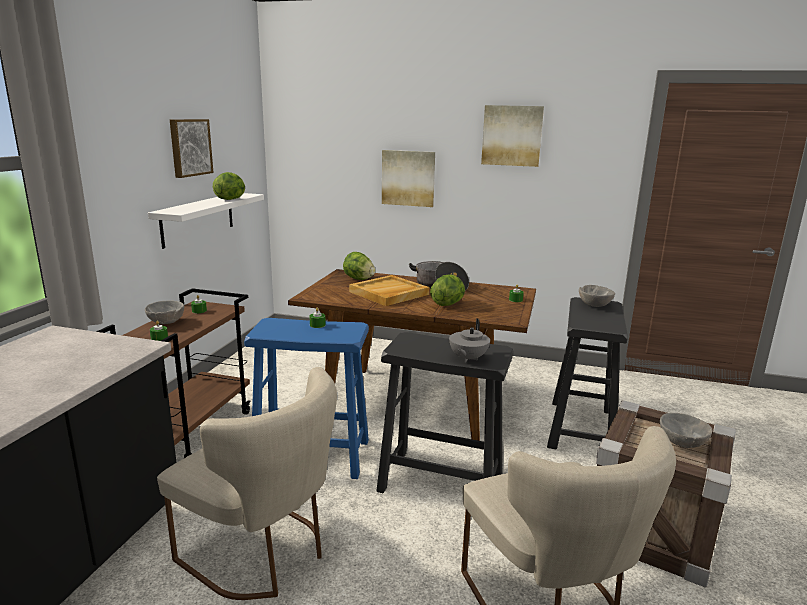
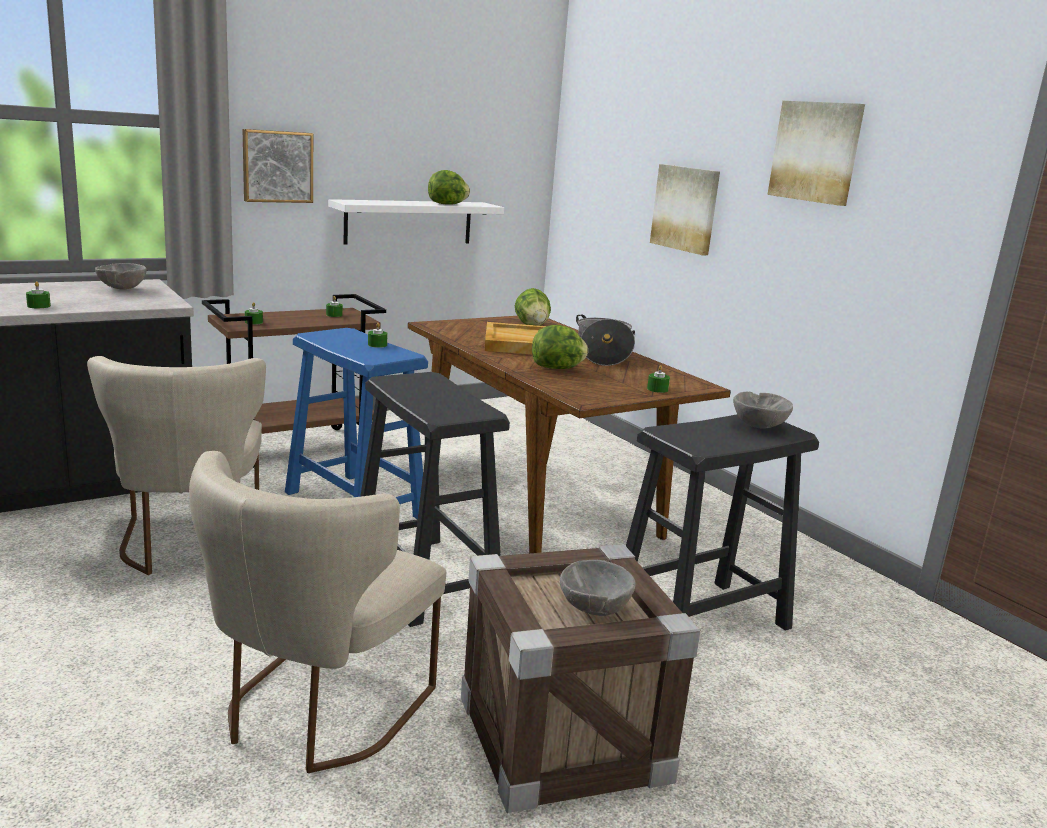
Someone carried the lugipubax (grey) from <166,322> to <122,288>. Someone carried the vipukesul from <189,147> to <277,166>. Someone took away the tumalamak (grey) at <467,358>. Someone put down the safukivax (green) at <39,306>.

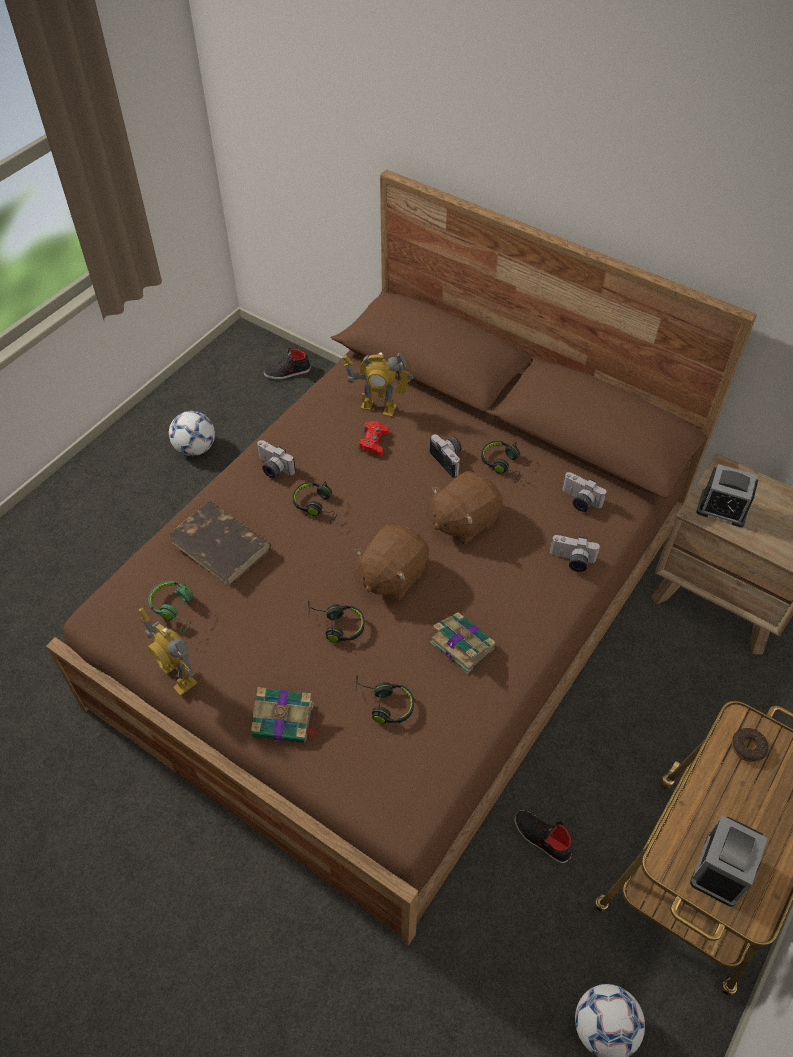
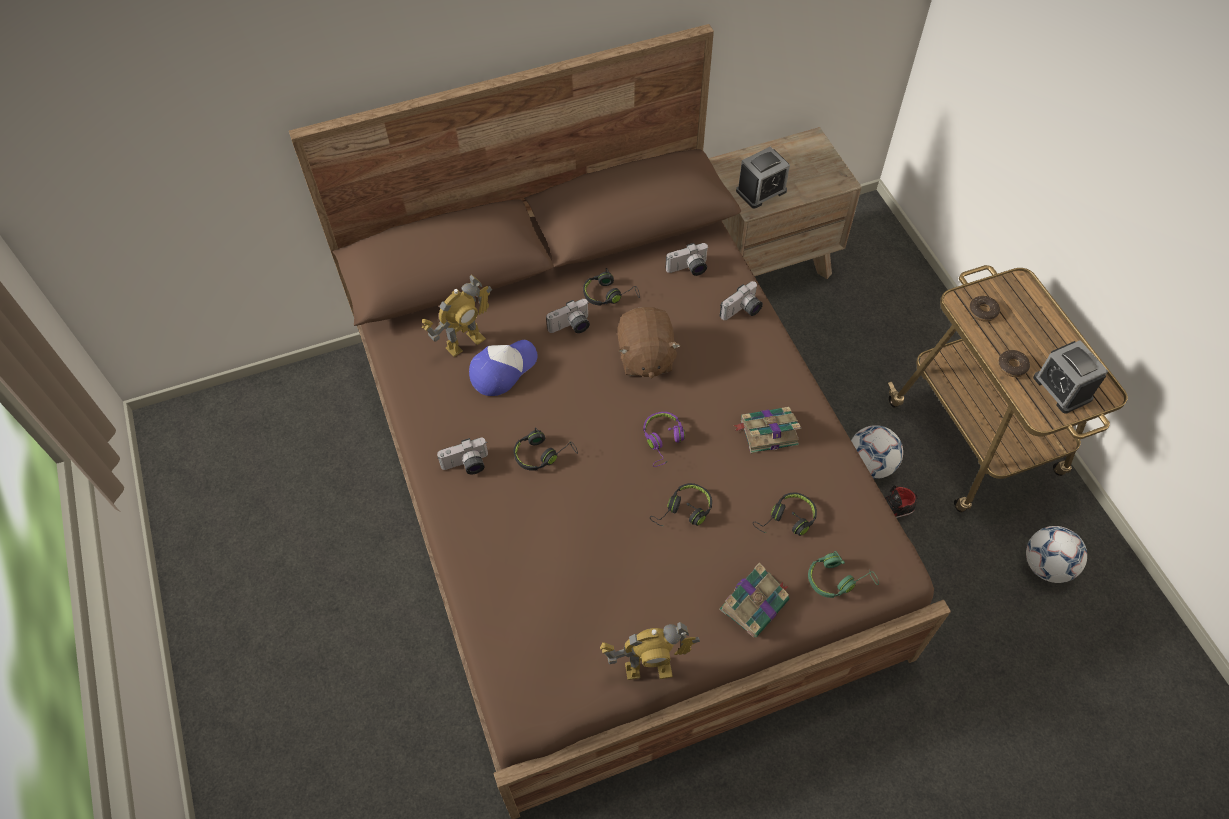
Someone carried the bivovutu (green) from <175,609> to <838,579>. Someone took away the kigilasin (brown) at <221,546>. Someone carried the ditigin from <195,448> to <870,465>. Someone took away the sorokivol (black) at <287,372>. Someone swapped the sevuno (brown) at <391,575> for the bivovutu (purple) at <663,441>. Someone swapped the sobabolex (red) at <374,442> for the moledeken at <503,369>. Someone rotated the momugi at <449,459> by 150 degrees clockwise. Someone put down the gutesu at <1012,366>.

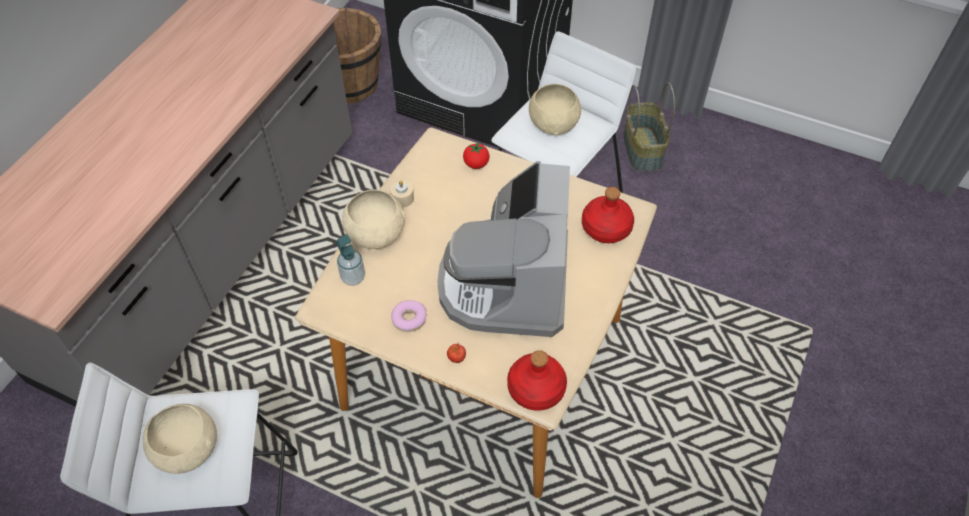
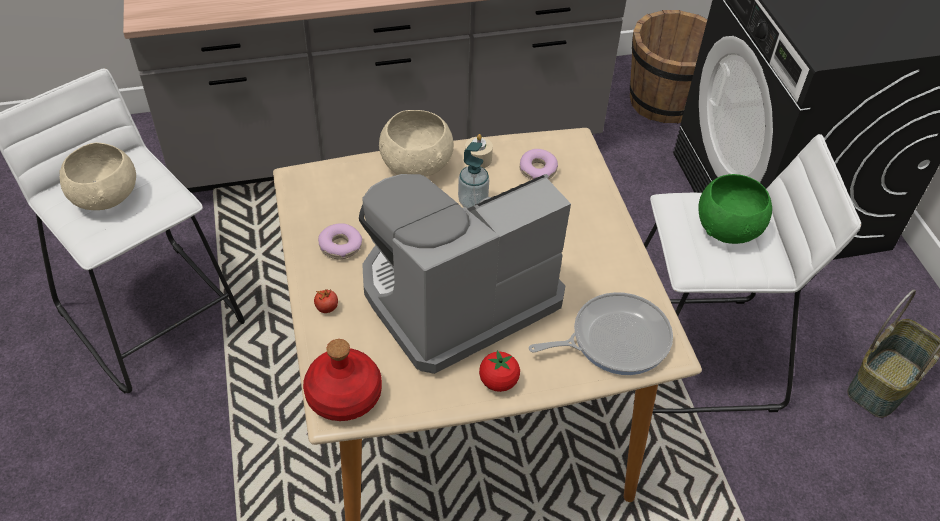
Someone carried the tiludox from <353,277> to <472,202>. Someone carried the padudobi from <476,164> to <498,381>. Someone repainted the lugipubax (beige) at <553,124>, which became the lugipubax (green) at <728,228>. Someone swapped the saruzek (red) at <605,228> for the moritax at <614,339>. Someone put down the gutesu at <537,170>.

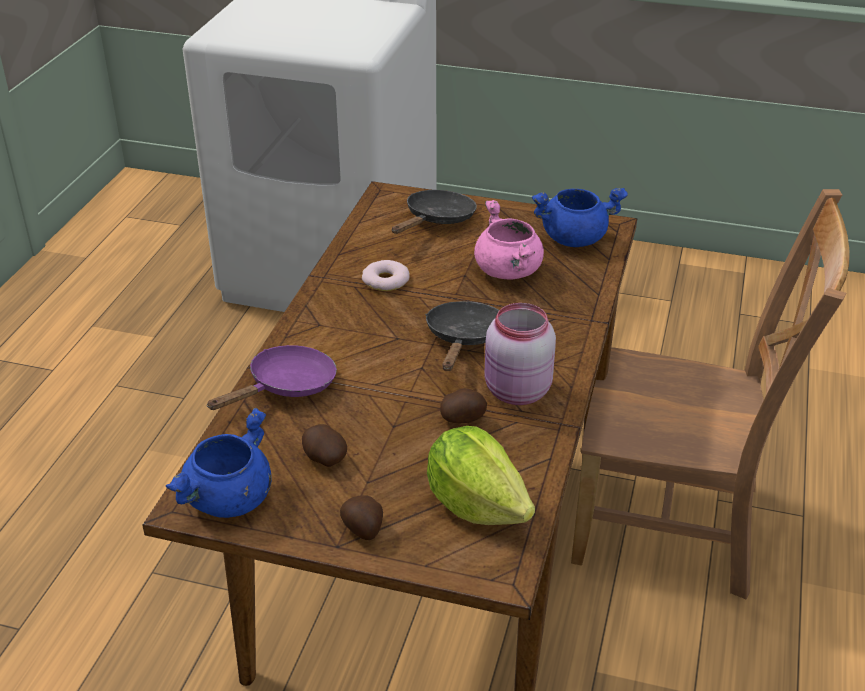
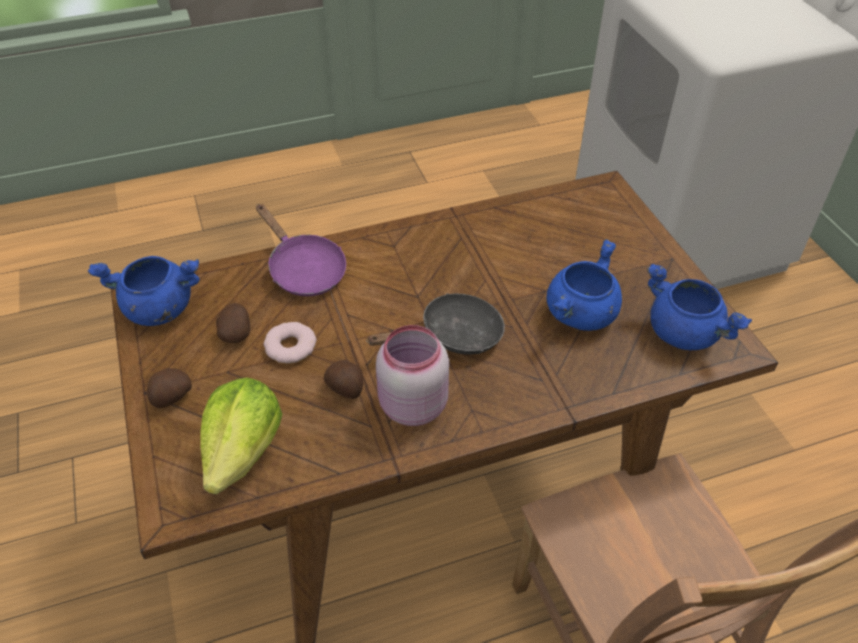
Someone rotated the moritax (purple) at <286,387> by 45 degrees clockwise. Someone carried the gutesu from <385,280> to <290,347>. Someone took away the moritax (black) at <437,220>. Someone repainted the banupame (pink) at <509,271>, which became the banupame (blue) at <581,315>.

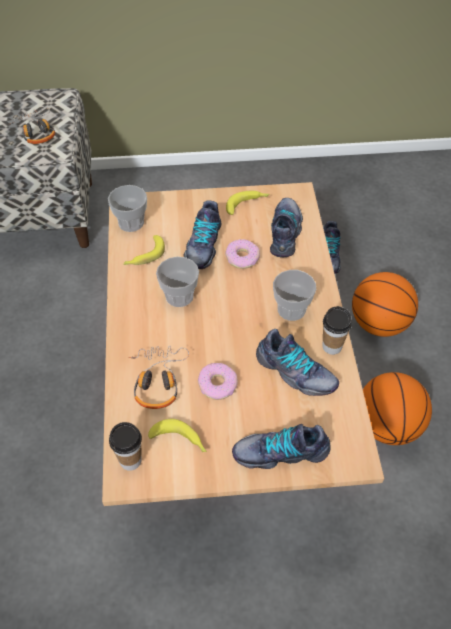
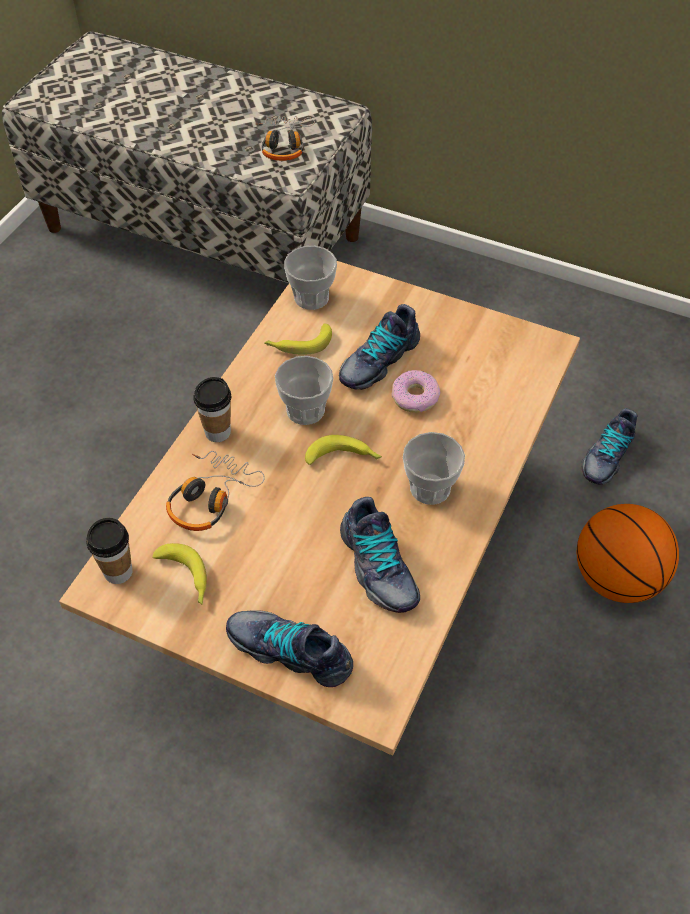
Someone took away the gutesu at <217,384>. Someone carried the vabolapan from <247,204> to <344,458>. Someone took away the sorokivol at <285,232>. Someone carried the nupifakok from <332,346> to <217,432>. Someone took away the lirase at <387,425>.

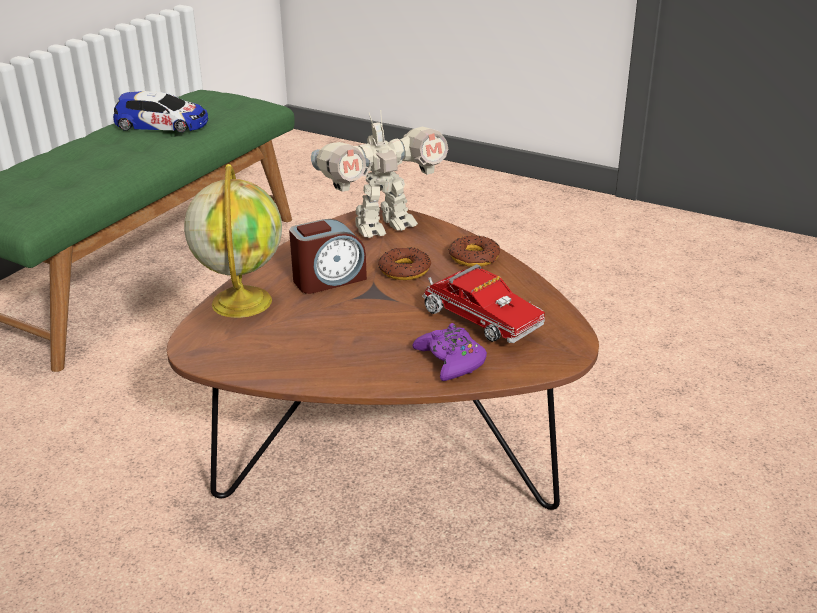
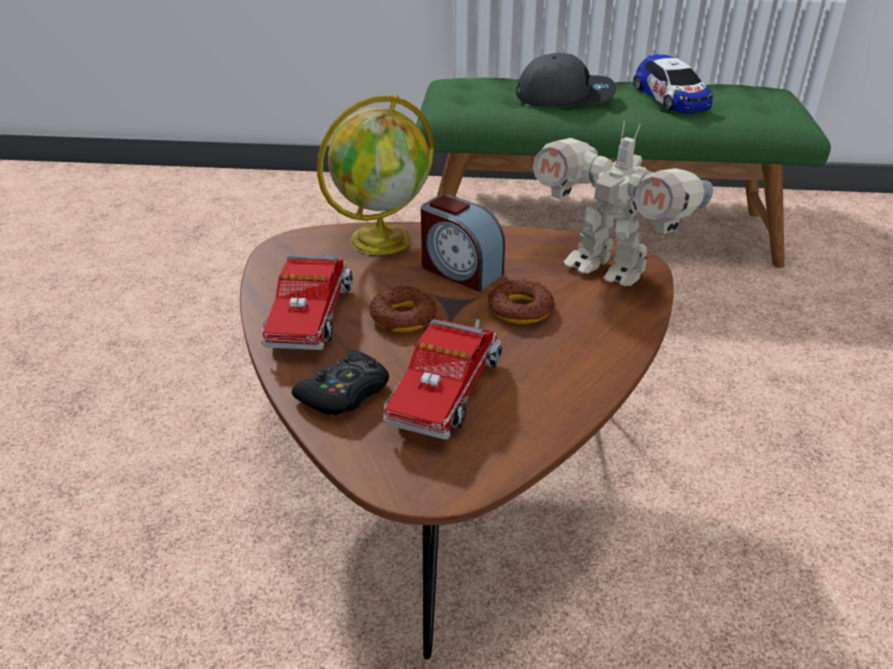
Someone repainted the sobabolex (purple) at <451,361>, which became the sobabolex (black) at <345,393>. Someone carried the gutesu from <474,257> to <403,317>. Someone put down the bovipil at <311,315>. Someone put down the moledeken (grey) at <565,96>.

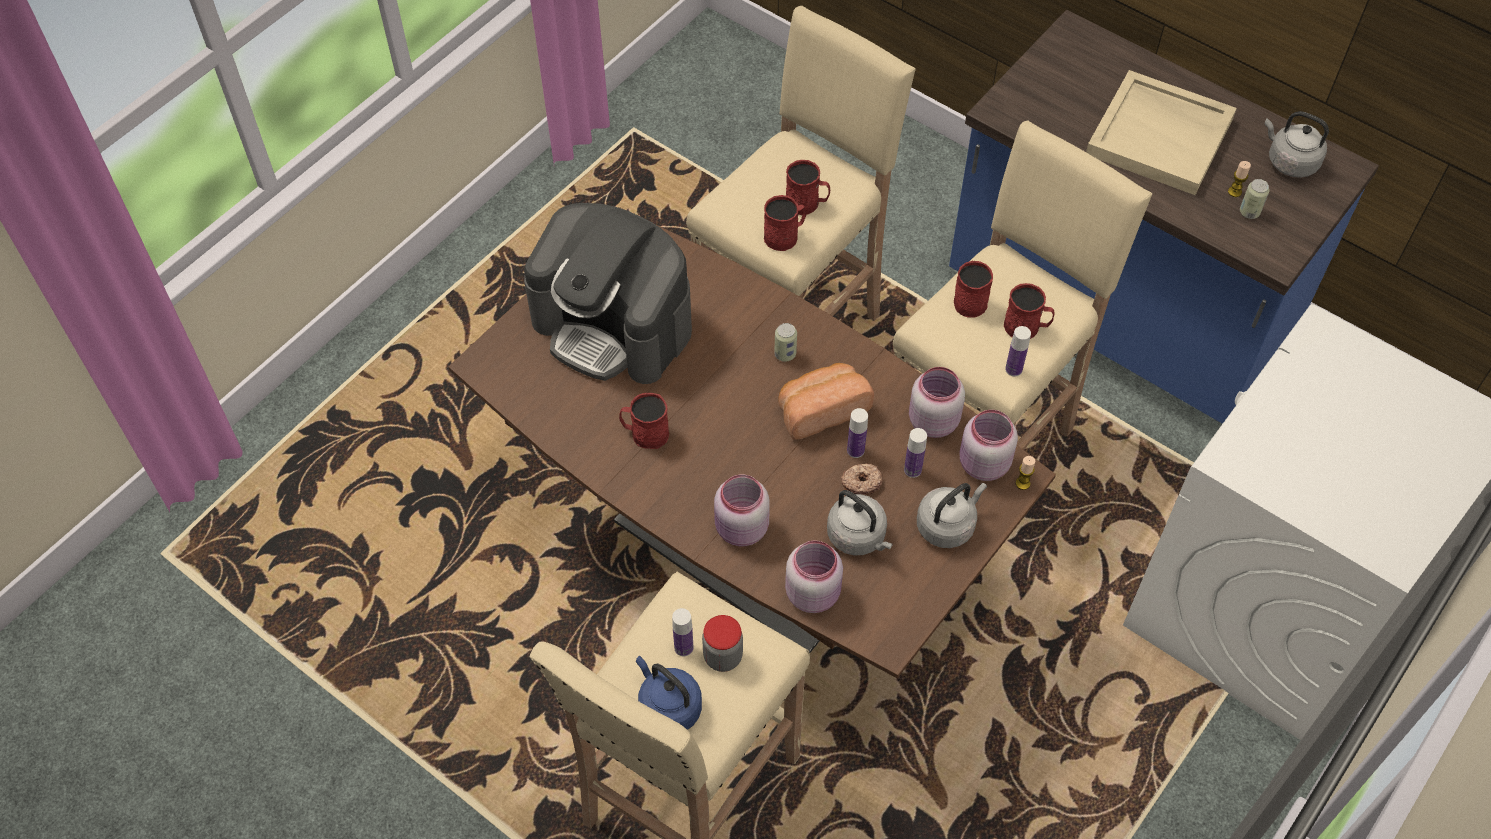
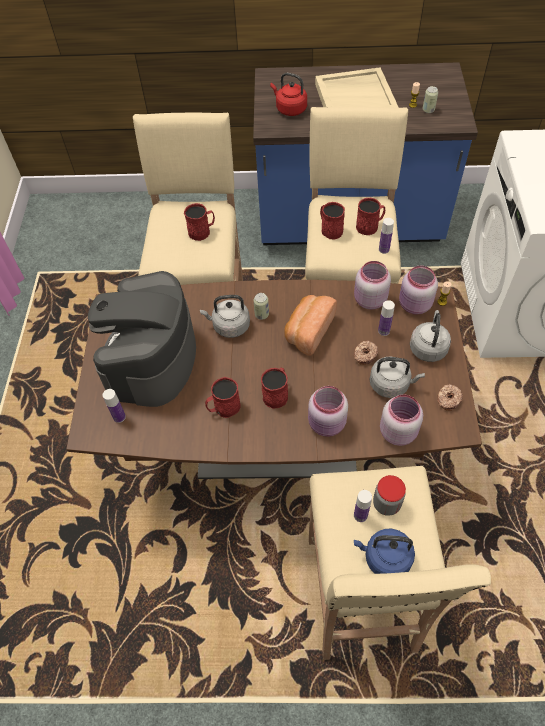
Someone rotated the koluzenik at <614,325> by 105 degrees clockwise. Someone carried the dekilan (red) from <785,236> to <276,394>. Someone carried the saruzek from <855,450> to <119,417>. Someone carried the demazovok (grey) from <1289,161> to <229,326>. Someone put down the demazovok (red) at <289,109>. Someone put down the gutesu at <448,399>.

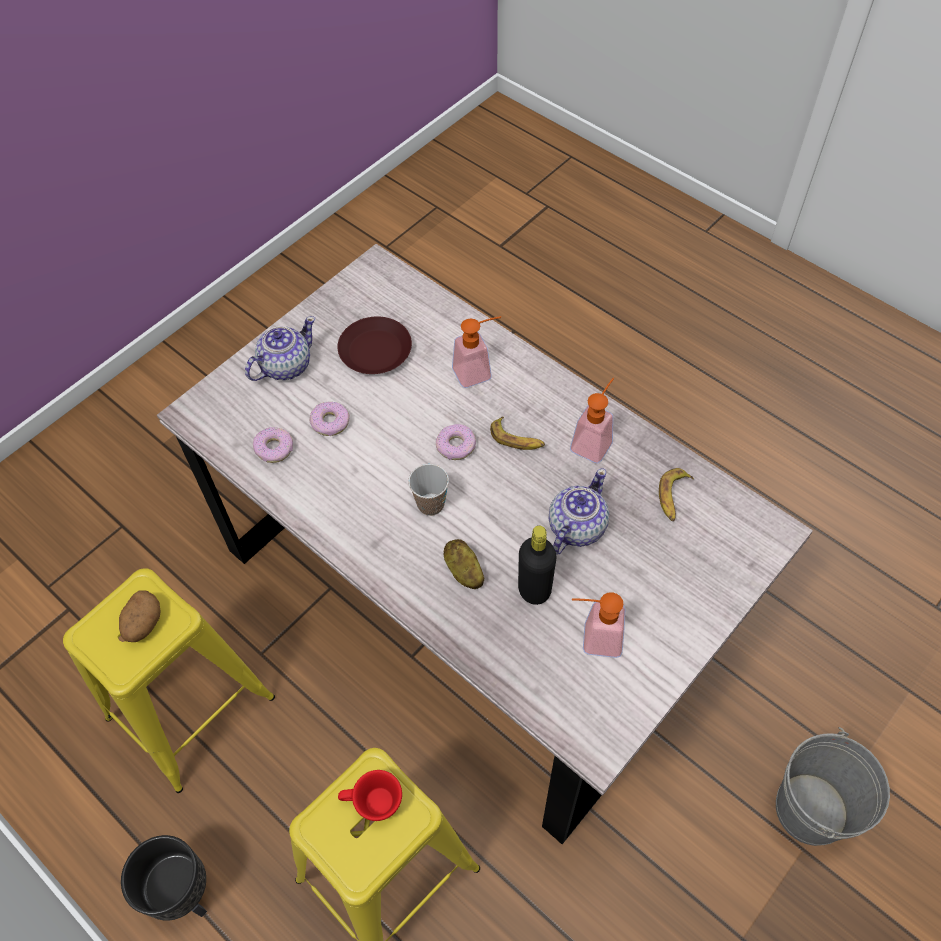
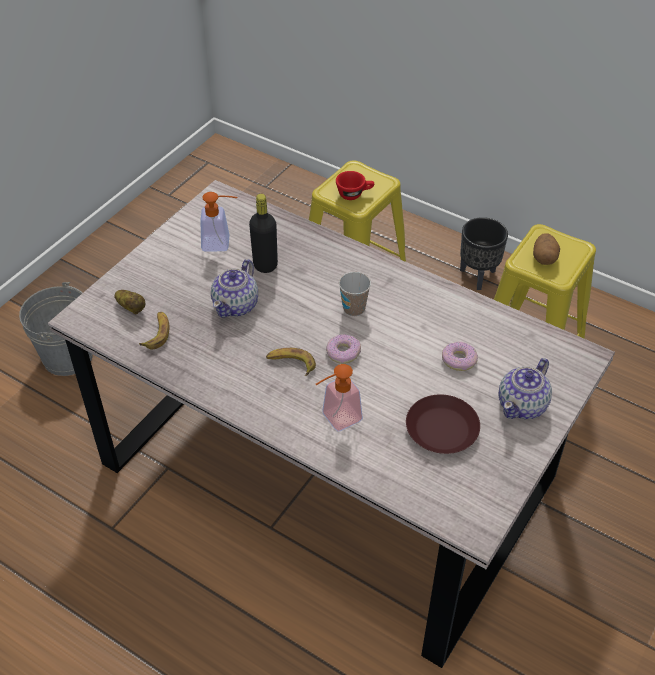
Someone took away the gutesu at <274,448>. Someone carried the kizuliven from <463,571> to <131,308>. Someone took away the tiludox at <594,441>.

